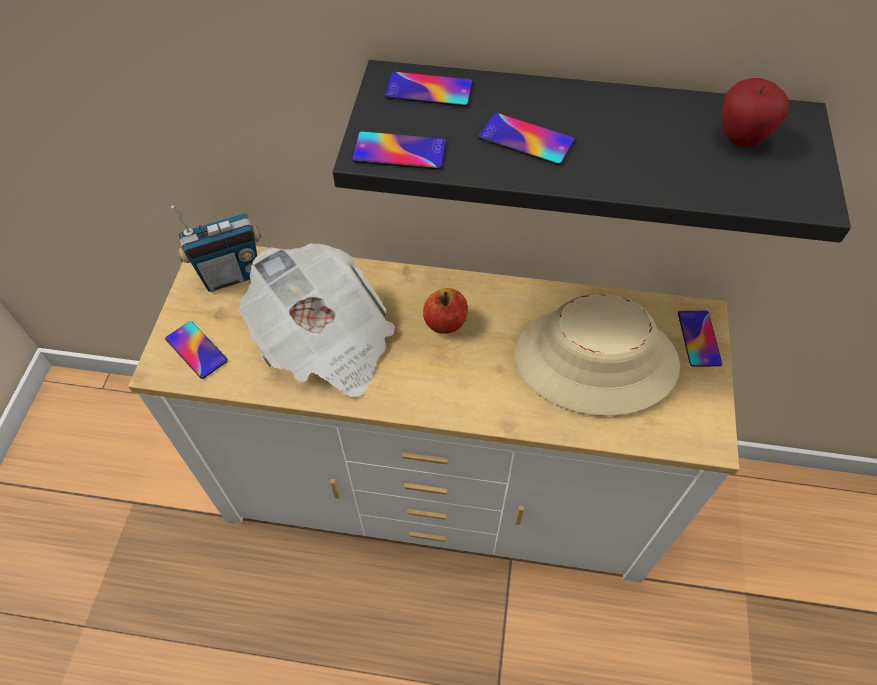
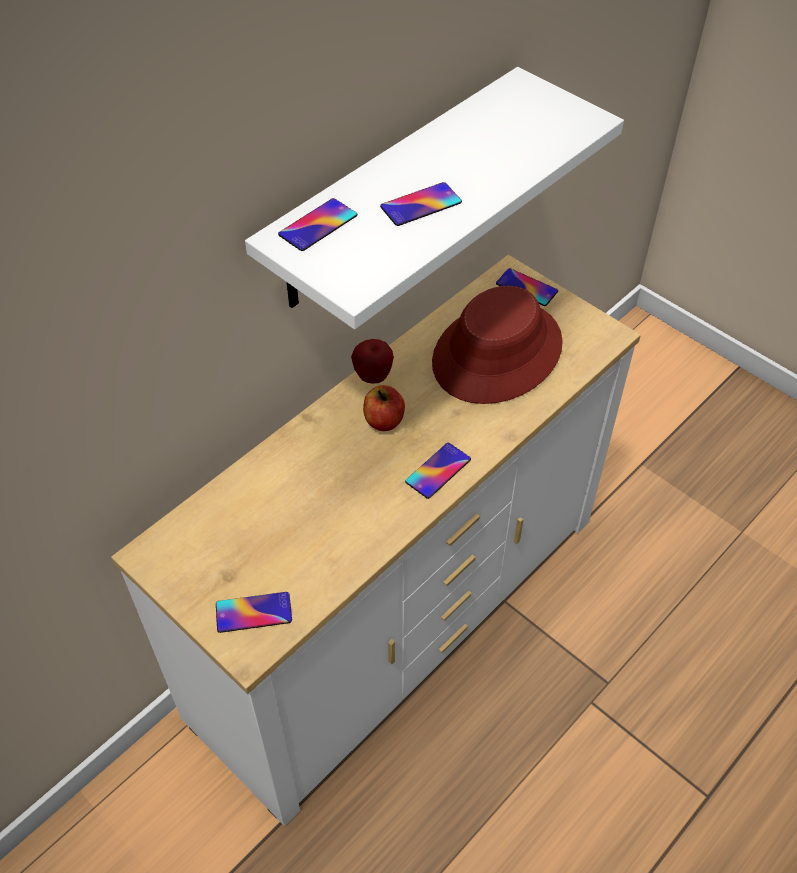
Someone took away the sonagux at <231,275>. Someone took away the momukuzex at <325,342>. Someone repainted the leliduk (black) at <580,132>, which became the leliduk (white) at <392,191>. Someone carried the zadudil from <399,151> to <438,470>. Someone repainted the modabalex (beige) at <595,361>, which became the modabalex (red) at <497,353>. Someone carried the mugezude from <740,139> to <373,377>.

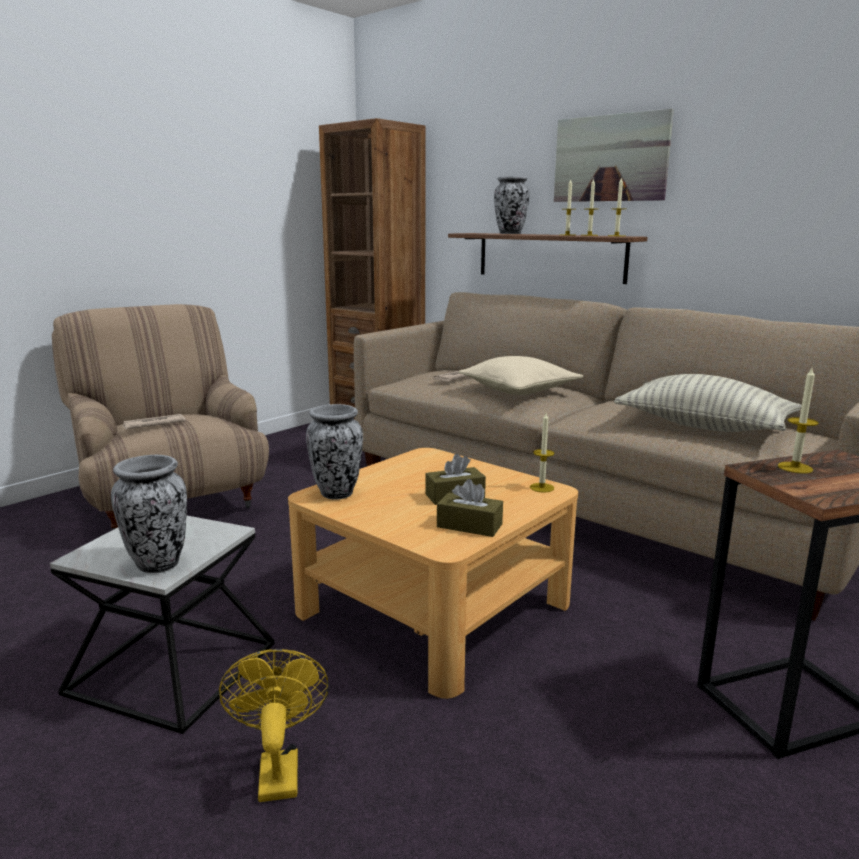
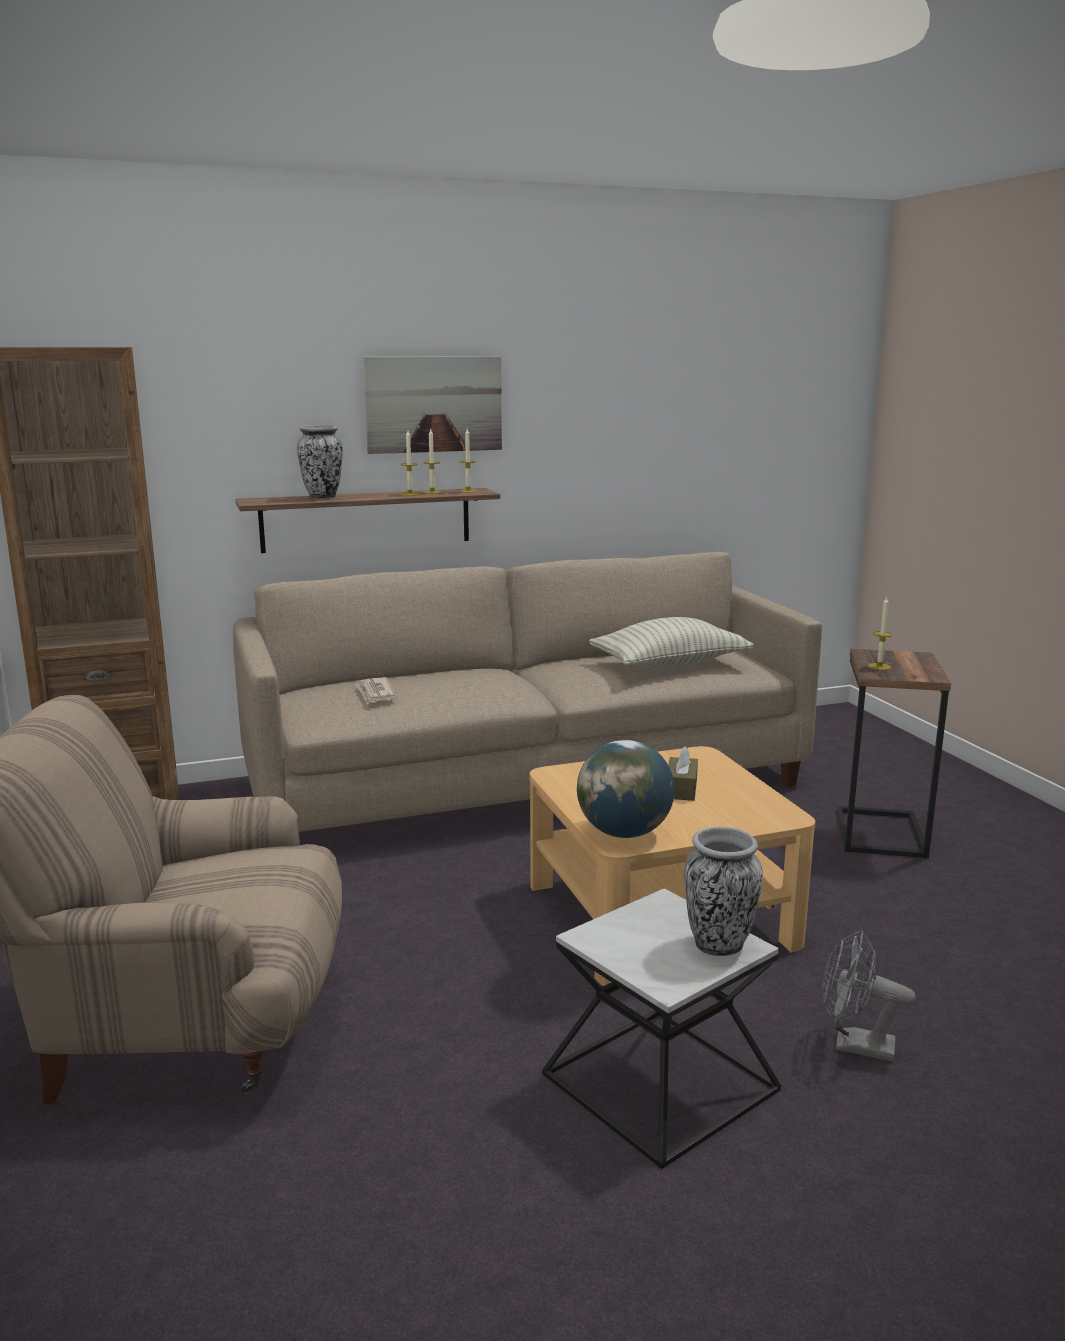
Someone took away the momukuzex at <153,424>. Someone repainted the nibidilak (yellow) at <278,768>, which became the nibidilak (grey) at <854,1046>. Someone swapped the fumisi at <337,493> for the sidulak at <624,832>. Someone took away the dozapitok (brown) at <469,526>. Someone took away the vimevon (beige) at <519,390>. Someone took away the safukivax at <541,487>.

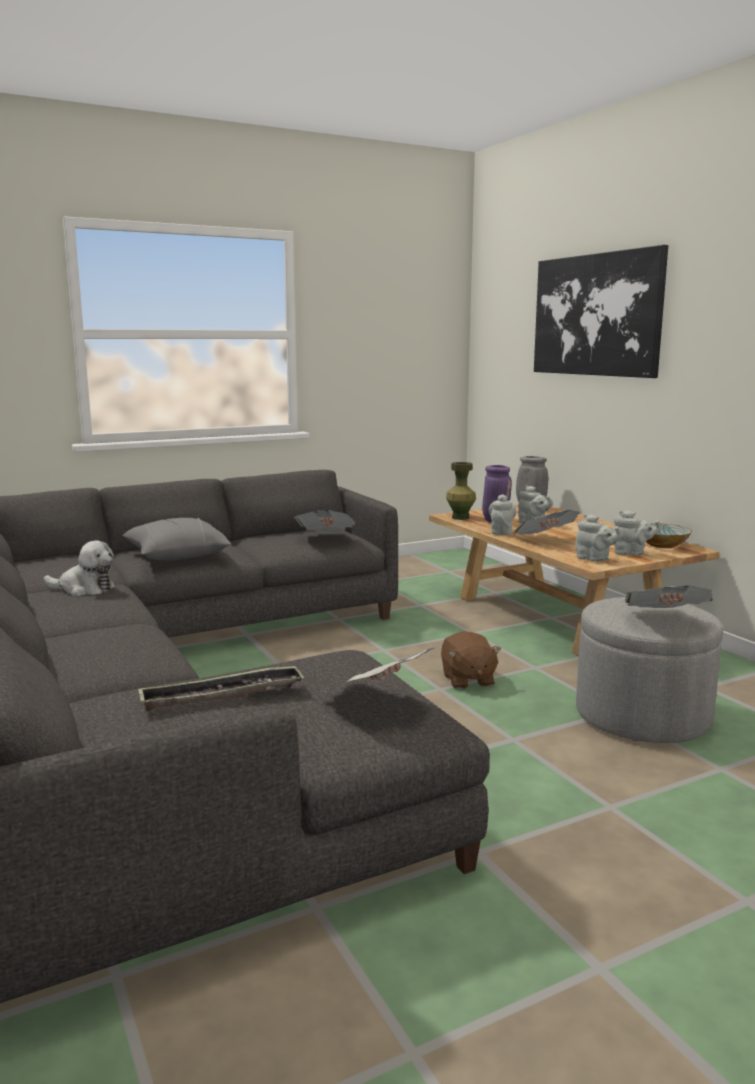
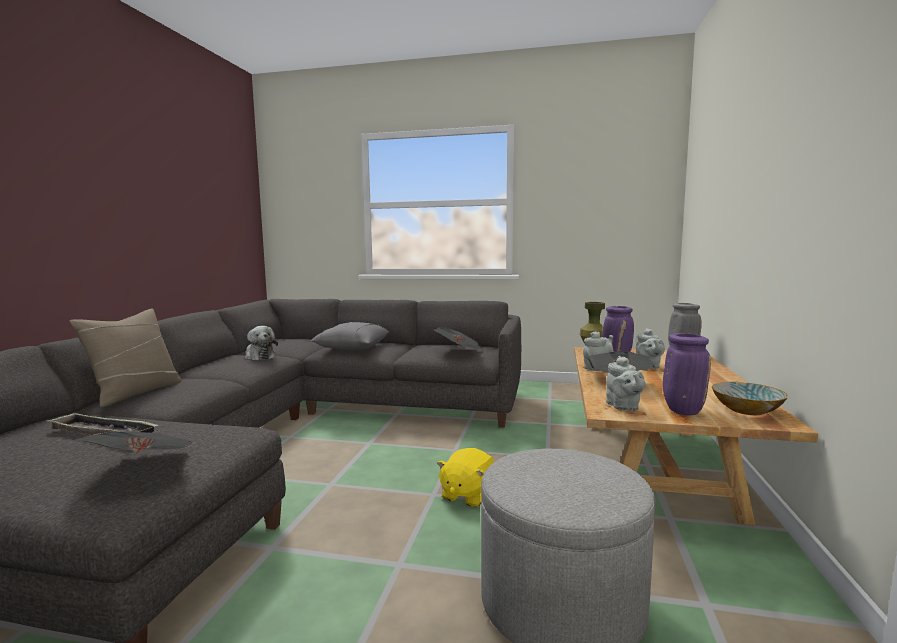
Someone repainted the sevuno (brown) at <467,680>, which became the sevuno (yellow) at <467,495>. Someone took away the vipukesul at <596,315>. Someone swapped the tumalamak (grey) at <631,554> for the fumisi (purple) at <682,411>. Someone took away the momukuzex at <665,621>. Someone put down the vimevon (beige) at <135,392>.

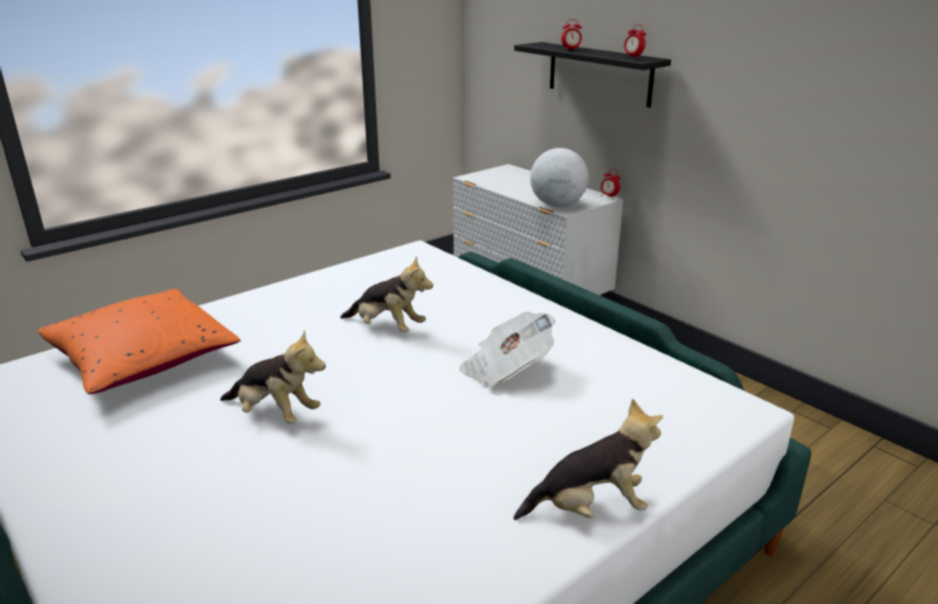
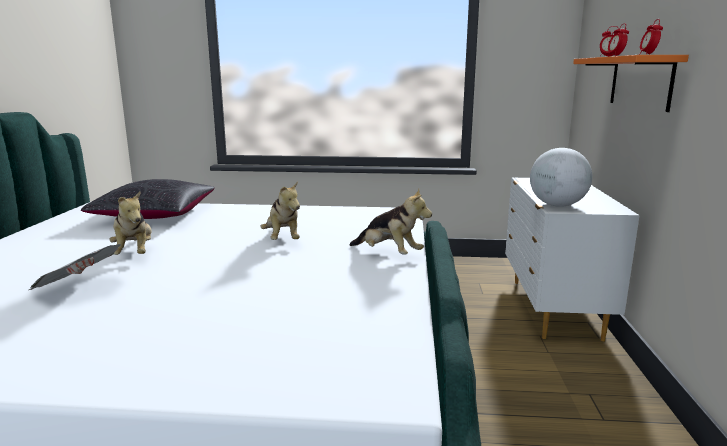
Someone repainted the vimevon (orange) at <143,359>, which became the vimevon (black) at <155,215>. Someone carried the momukuzex from <506,369> to <79,288>. Someone carried the sevuno from <590,508> to <389,254>. Someone repainted the leliduk (black) at <599,73>, which became the leliduk (orange) at <640,82>. Someone carried the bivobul from <609,197> to <616,56>.

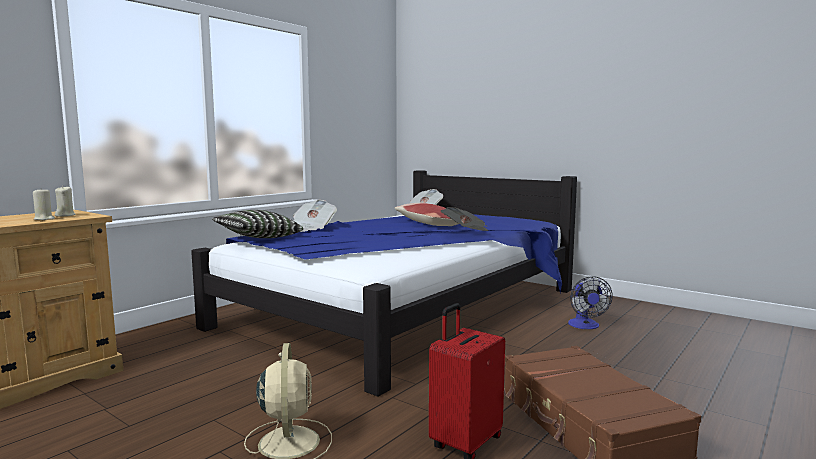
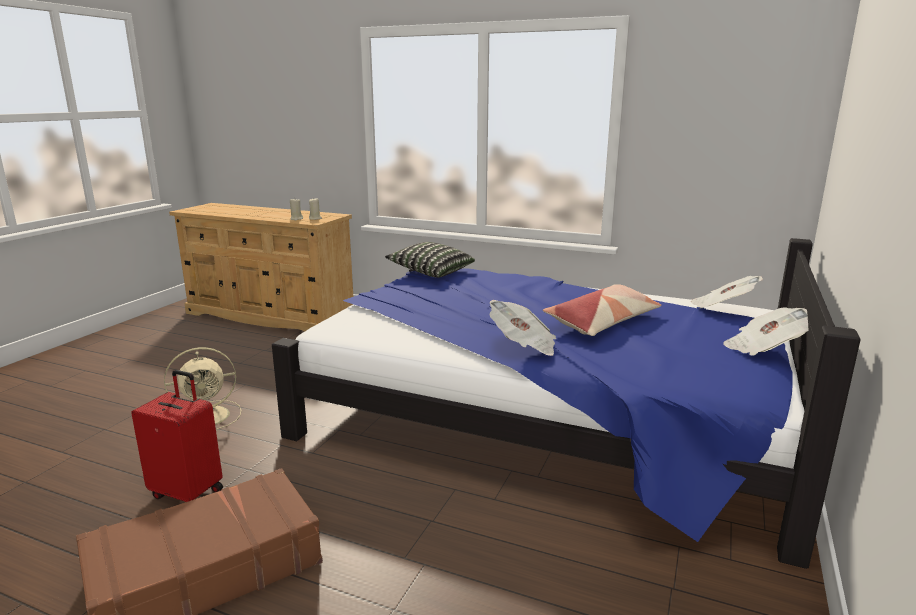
Someone carried the momukuzex from <313,228> to <763,349>. Someone took away the nibidilak at <585,326>.

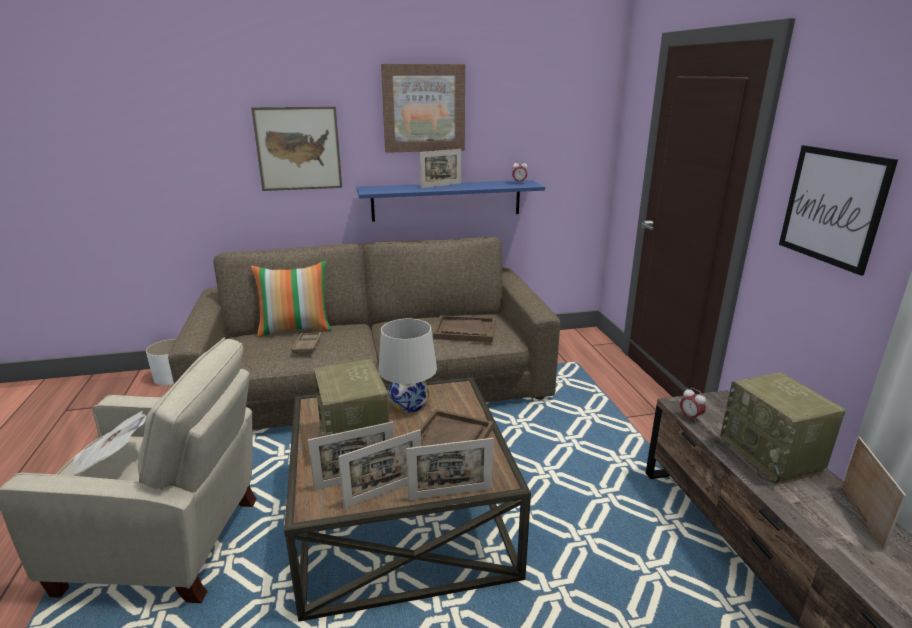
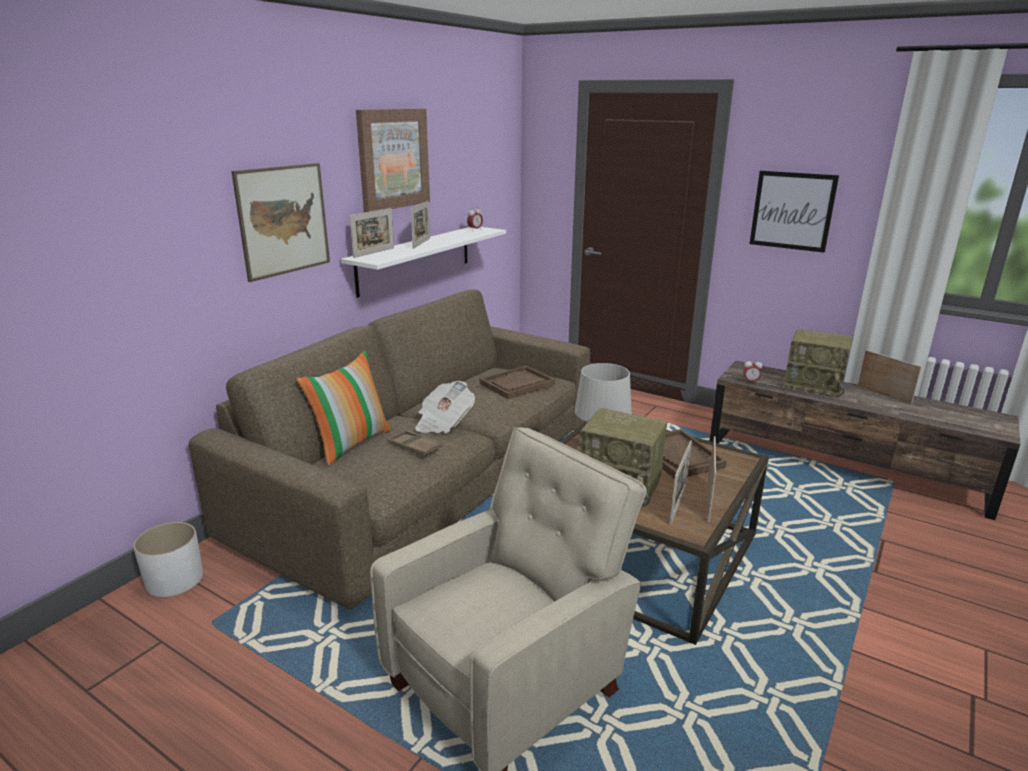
Someone carried the momukuzex from <111,460> to <443,422>. Someone repainted the leliduk (blue) at <447,200>, which became the leliduk (white) at <415,259>. Someone carried the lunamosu from <450,494> to <374,252>.

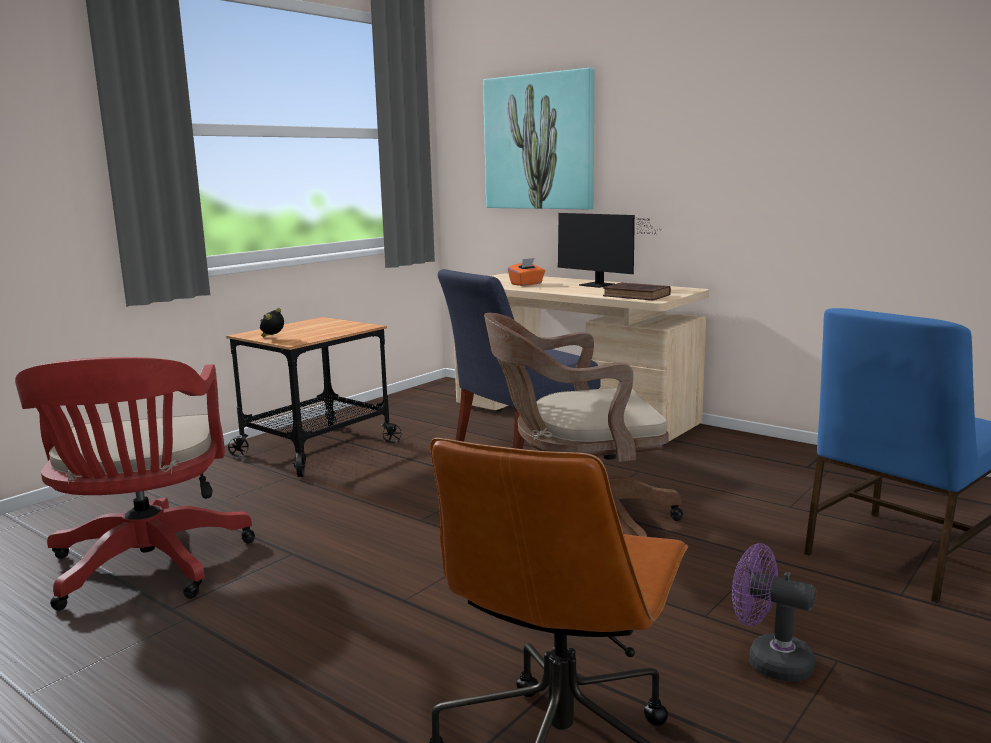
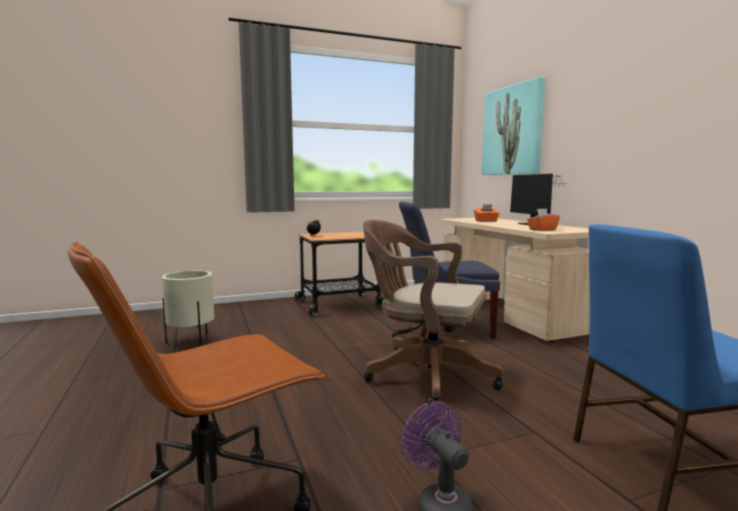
Someone swapped the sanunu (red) at <147,569> for the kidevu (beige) at <191,341>. Someone swapped the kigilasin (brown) at <638,296> for the dozapitok (orange) at <542,230>.

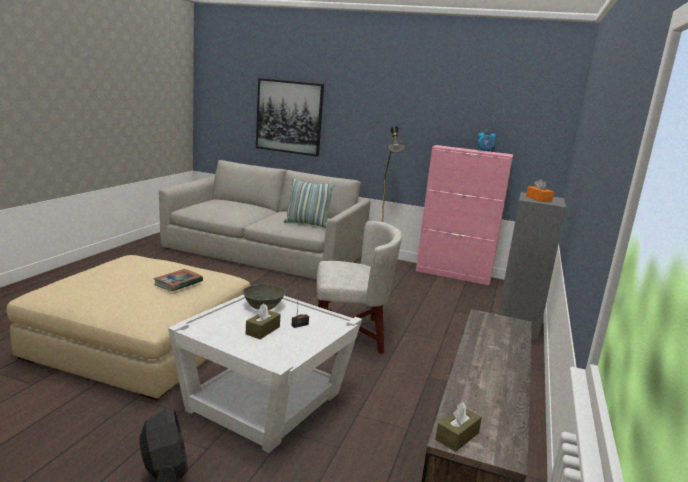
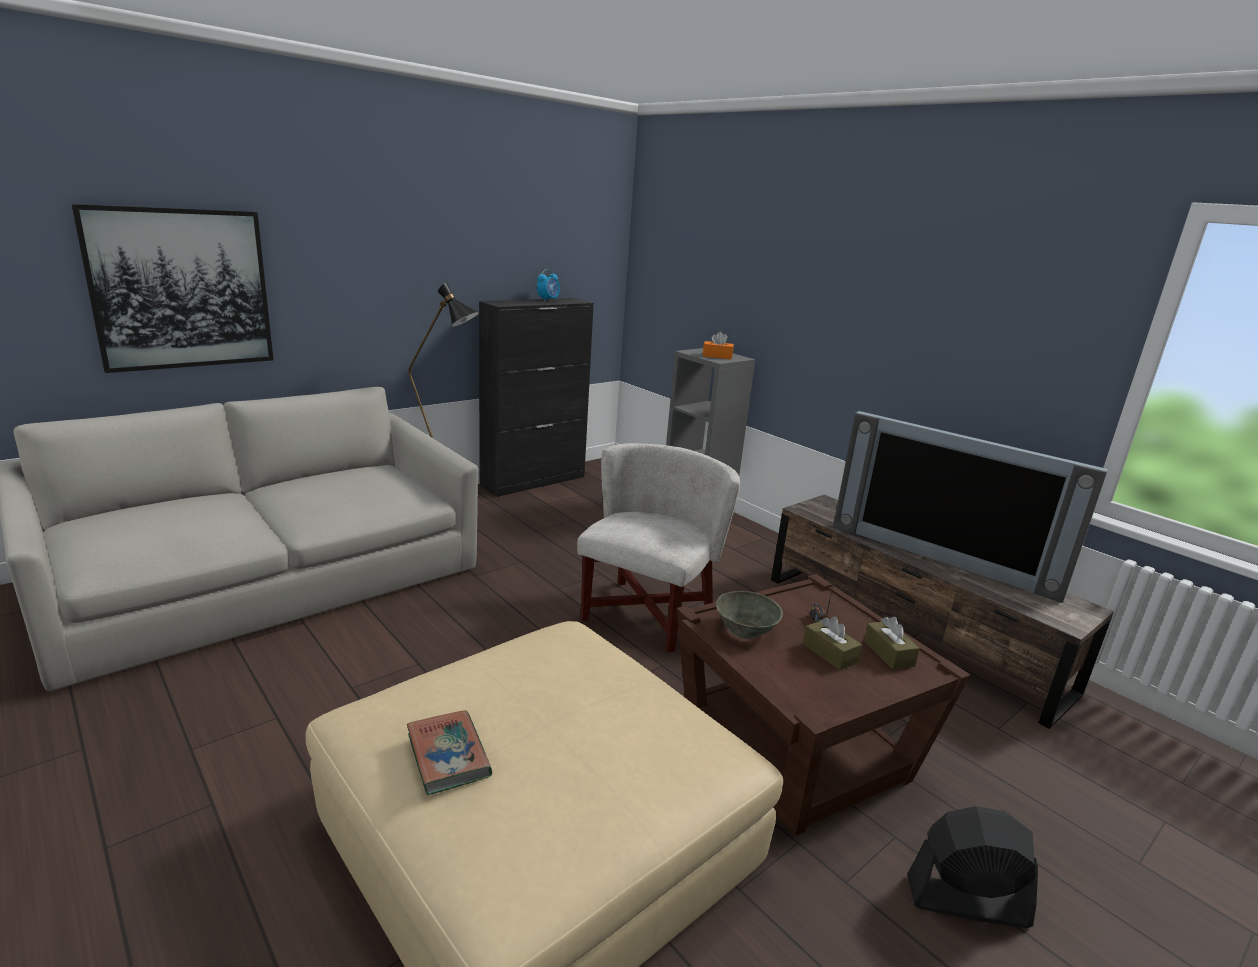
Someone carried the kigilasin from <178,283> to <448,756>. Someone repainted the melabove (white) at <266,402>, which became the melabove (brown) at <795,746>. Someone took away the vimevon at <307,224>. Someone repainted the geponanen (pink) at <453,274>, which became the geponanen (black) at <534,481>. Someone carried the dozapitok (brown) from <457,436> to <888,653>. Someone put down the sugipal at <941,557>.

